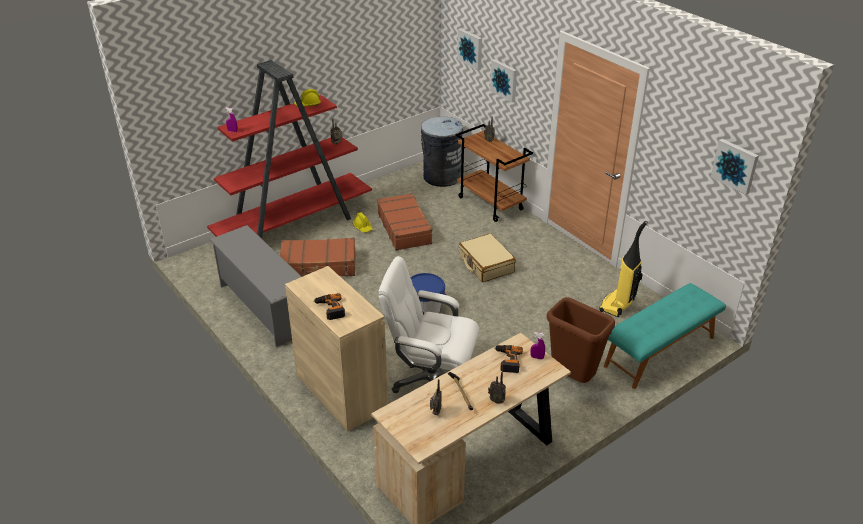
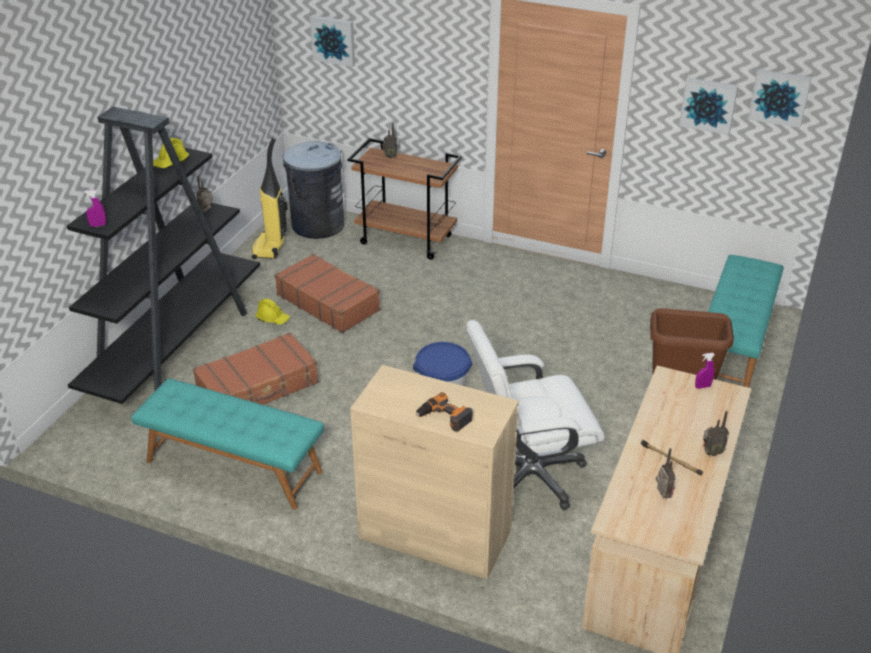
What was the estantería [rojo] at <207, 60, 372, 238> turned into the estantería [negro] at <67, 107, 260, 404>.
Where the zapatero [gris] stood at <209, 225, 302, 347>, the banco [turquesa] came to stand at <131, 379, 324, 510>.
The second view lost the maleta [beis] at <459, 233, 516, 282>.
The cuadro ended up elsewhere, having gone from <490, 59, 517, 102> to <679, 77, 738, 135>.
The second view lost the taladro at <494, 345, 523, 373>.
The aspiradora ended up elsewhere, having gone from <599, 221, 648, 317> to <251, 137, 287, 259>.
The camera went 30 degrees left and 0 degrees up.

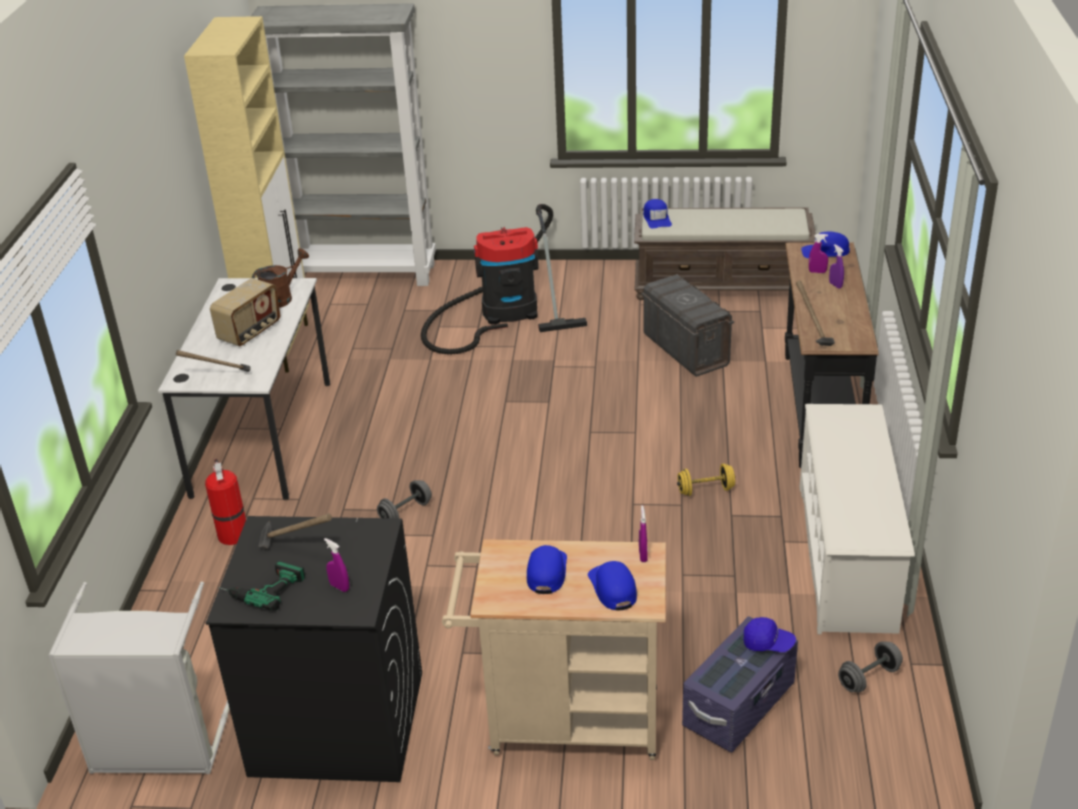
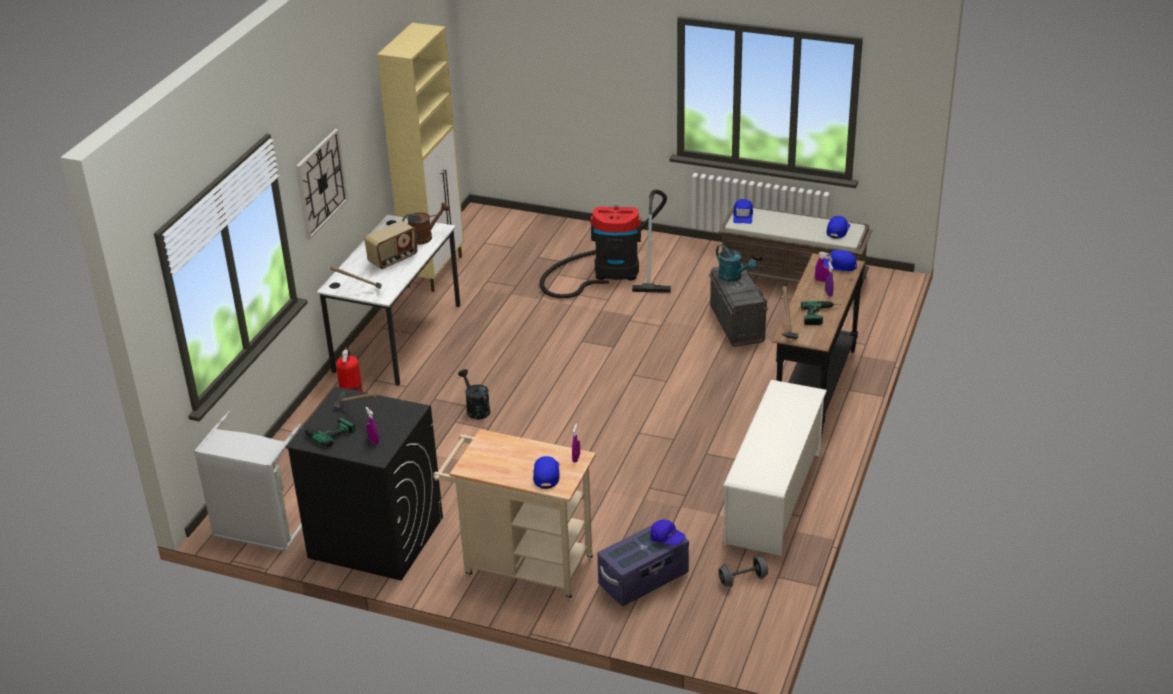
The second view lost the estantería [gris] at <250, 3, 436, 286>.
Where the mancuerna [gris] stood at <377, 480, 432, 518>, the regadera [negro] came to stand at <458, 369, 490, 420>.
The gorra [azul] ended up elsewhere, having gone from <527, 545, 567, 594> to <827, 216, 850, 239>.
The second view lost the mancuerna [amarillo] at <677, 463, 735, 496>.
The second view gained the reloj de pared at <296, 129, 348, 240>.
The second view gained the regadera [turquesa] at <716, 245, 757, 282>.
The second view gained the taladro at <801, 301, 842, 325>.
The camera went 15 degrees right and 0 degrees up.

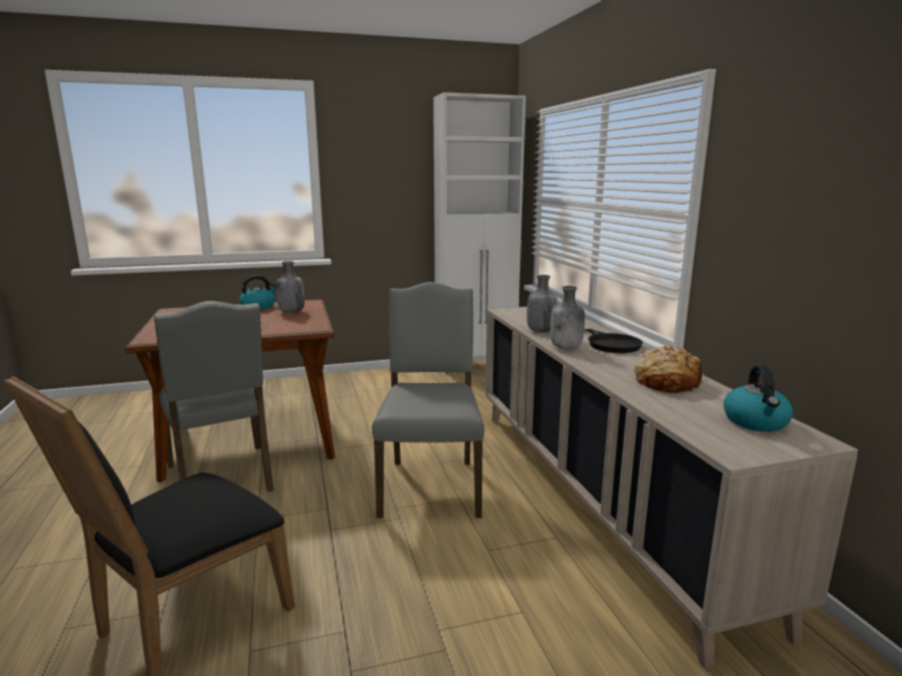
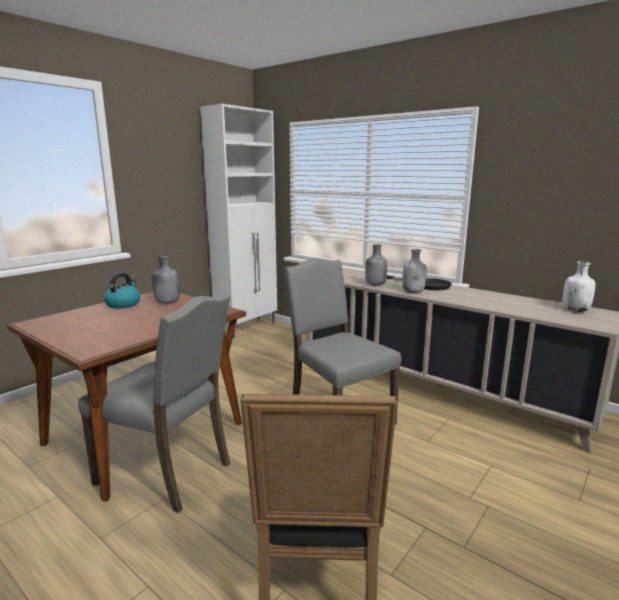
The second view lost the pan at <634, 345, 704, 393>.
Where the hervidor stood at <723, 365, 793, 432>, the botella [blanco] came to stand at <563, 261, 596, 312>.
The camera went 35 degrees left and 0 degrees up.

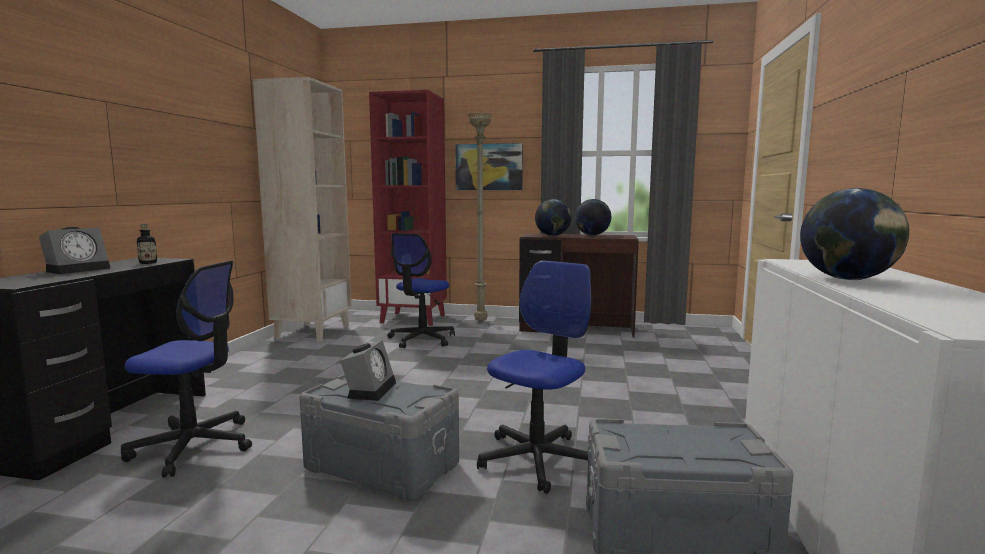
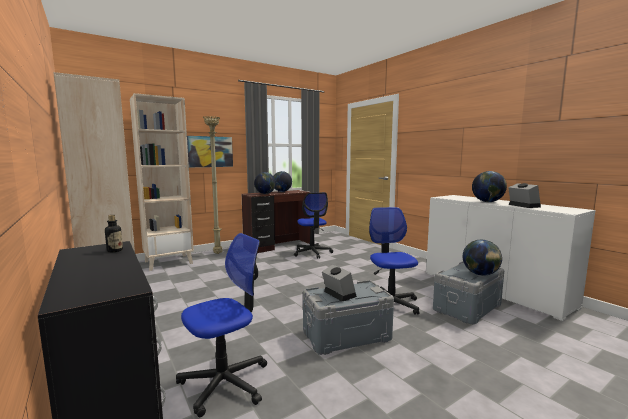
The despertador ended up elsewhere, having gone from <39, 227, 111, 274> to <508, 183, 541, 208>.
What was the estantería [rojo] at <369, 90, 447, 326> turned into the estantería [beis] at <130, 93, 194, 271>.
The silla de oficina ended up elsewhere, having gone from <387, 233, 455, 348> to <294, 192, 333, 259>.
The second view gained the globo terráqueo at <463, 240, 502, 276>.
The camera went 45 degrees left and 0 degrees up.

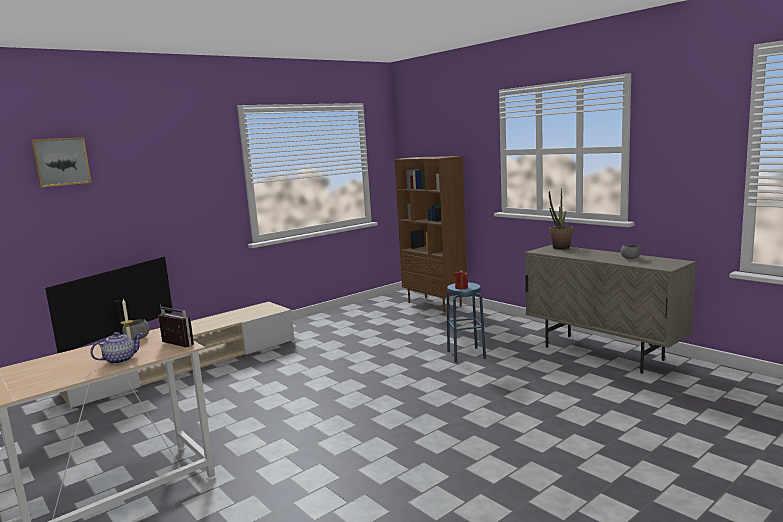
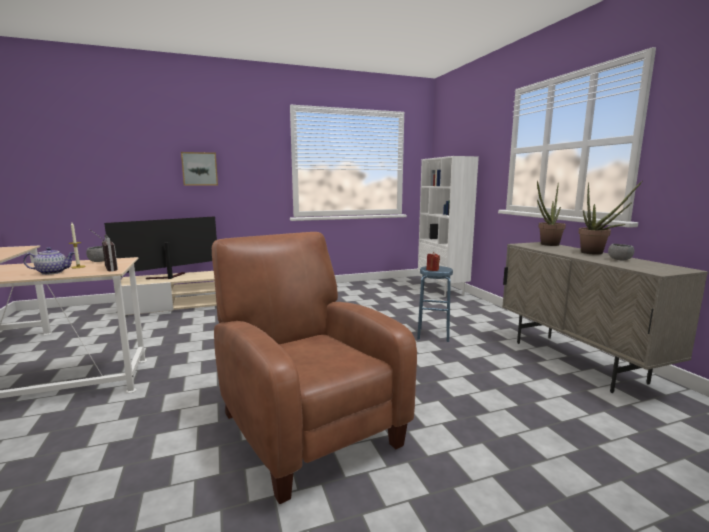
The cuadro ended up elsewhere, having gone from <31, 137, 92, 187> to <181, 152, 218, 186>.
What was the estantería [marrón] at <395, 156, 467, 312> turned into the estantería [blanco] at <418, 156, 479, 297>.
The second view gained the sillón [marrón] at <212, 232, 417, 504>.
The second view gained the planta en maceta at <579, 180, 643, 255>.
The camera went 20 degrees right and 0 degrees up.

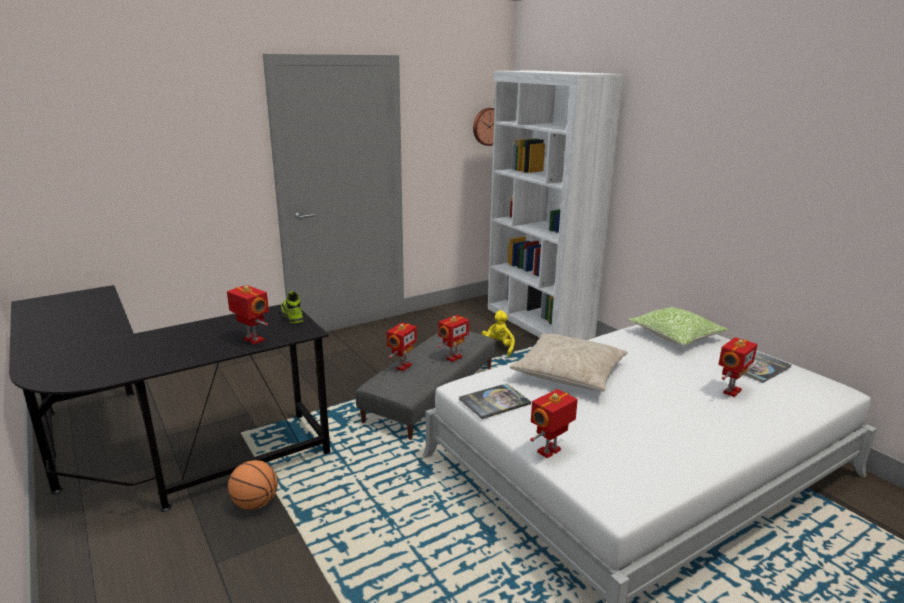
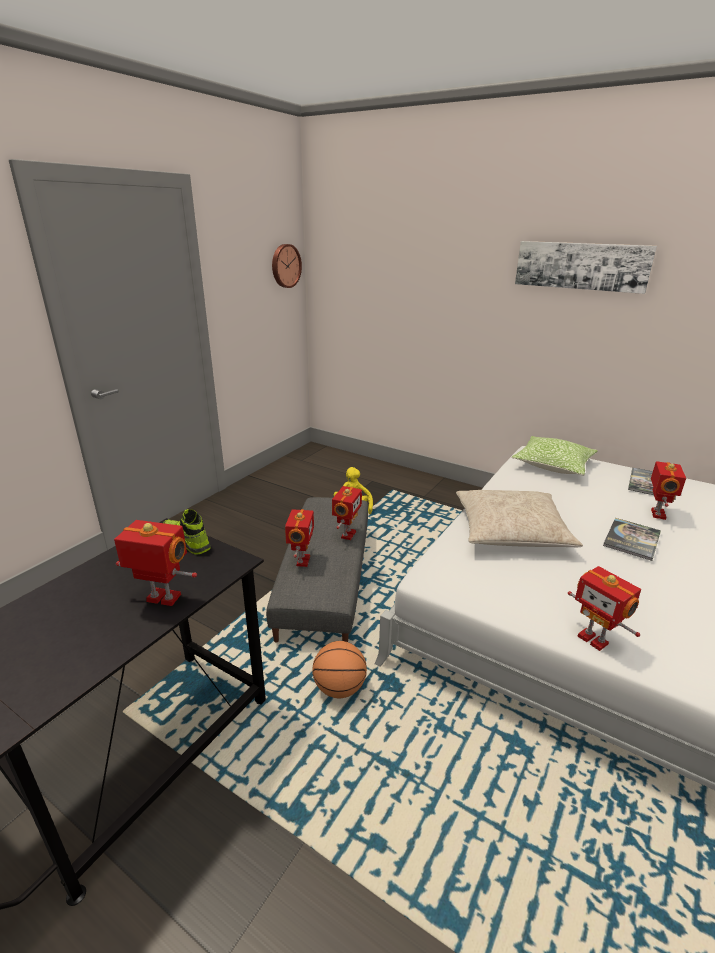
The balón de baloncesto ended up elsewhere, having gone from <228, 460, 278, 510> to <312, 641, 367, 698>.
The libro ended up elsewhere, having gone from <459, 383, 531, 419> to <603, 518, 661, 561>.
The second view lost the estantería [blanco] at <488, 71, 624, 340>.
The robot de juguete at <530, 389, 578, 458> ended up facing another way, 60 degrees counterclockwise from before.
The second view gained the cuadro at <515, 241, 657, 294>.
The camera went 25 degrees left and 5 degrees up.

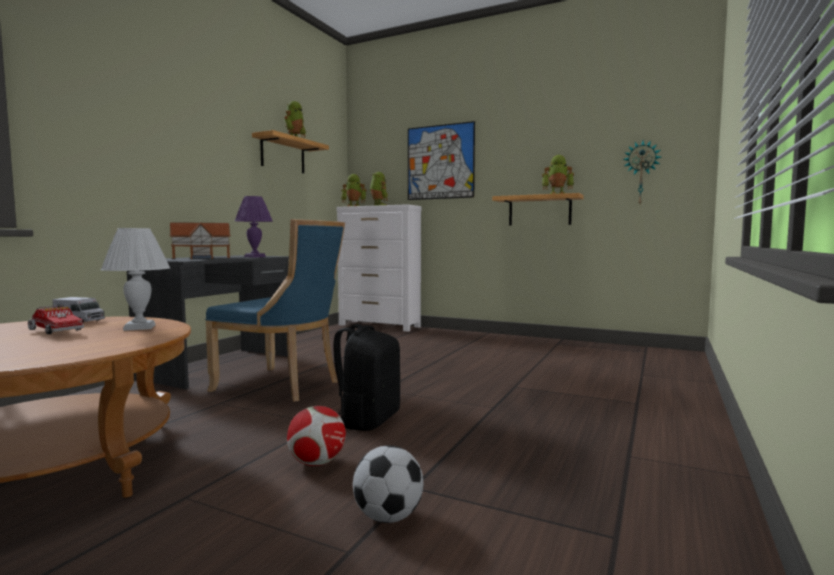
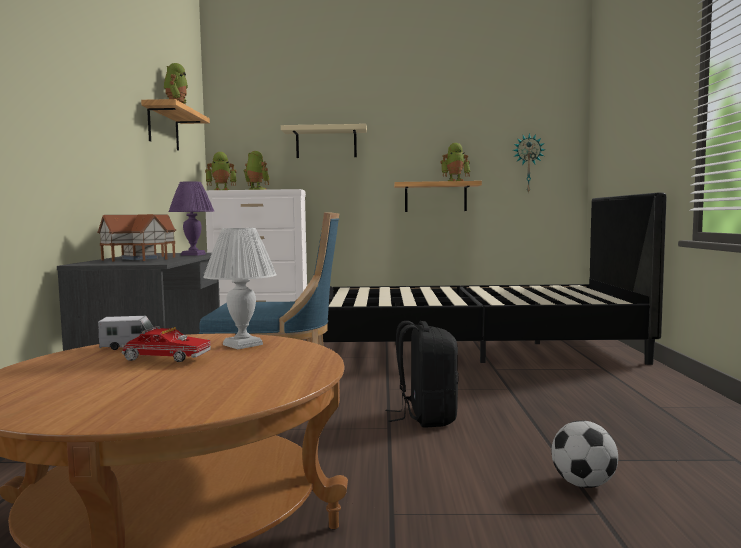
The second view lost the balón de fútbol at <287, 406, 346, 466>.
Where the cuadro hung at <408, 121, 475, 200>, the estante [beis] came to hang at <281, 124, 367, 158>.
The second view gained the cama [negro] at <323, 192, 667, 365>.
The camera went 25 degrees left and 0 degrees up.

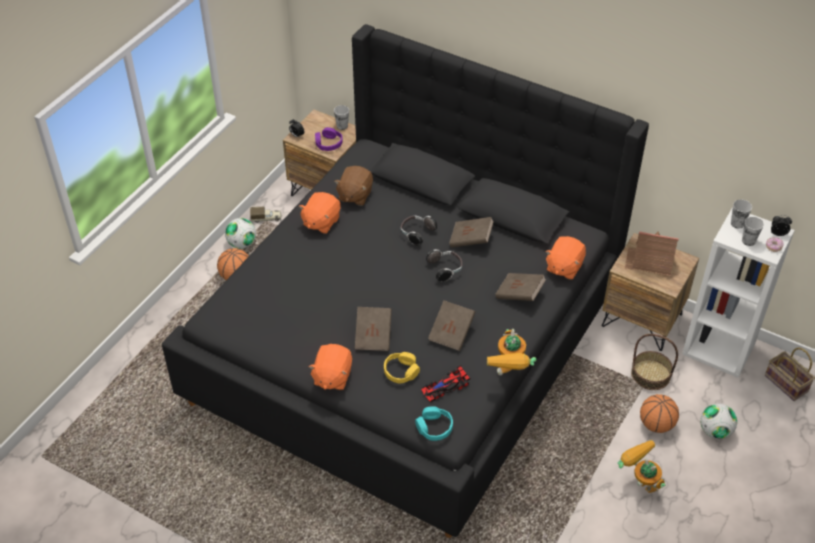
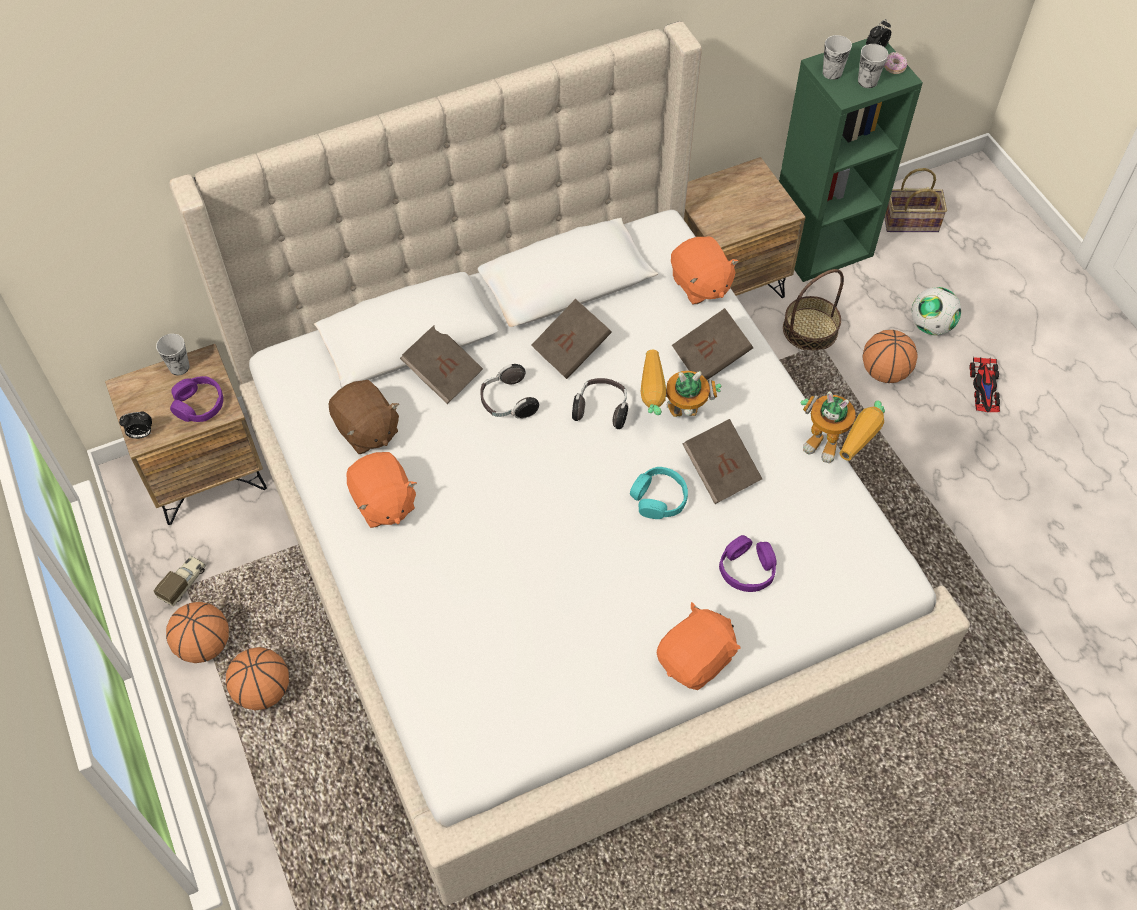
What was the cama [negro] at <162, 24, 649, 538> turned into the cama [beis] at <169, 21, 970, 906>.
Where the balón de fútbol stood at <225, 218, 256, 249>, the balón de baloncesto came to stand at <166, 602, 229, 663>.
The peluche [naranja] at <308, 344, 352, 390> ended up facing another way, 90 degrees counterclockwise from before.
The libro [marrón] ended up elsewhere, having gone from <355, 307, 392, 351> to <400, 325, 483, 404>.
What was the auriculares [amarillo] at <384, 352, 420, 384> turned into the auriculares [morado] at <719, 535, 777, 592>.
The auriculares [turquesa] ended up elsewhere, having gone from <415, 406, 453, 441> to <630, 467, 688, 519>.
The coche de juguete ended up elsewhere, having gone from <421, 366, 470, 402> to <970, 357, 1000, 412>.
The robot de juguete ended up elsewhere, having gone from <617, 440, 666, 493> to <641, 349, 721, 417>.
The second view lost the casita at <625, 231, 679, 276>.
What was the estantería [blanco] at <682, 207, 795, 378> turned into the estantería [verde] at <779, 39, 923, 282>.
The camera went 55 degrees left and 10 degrees up.

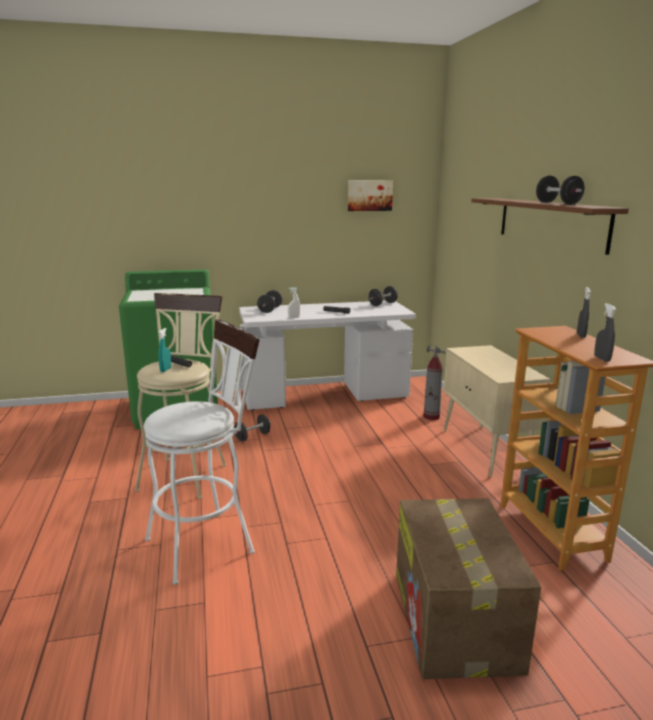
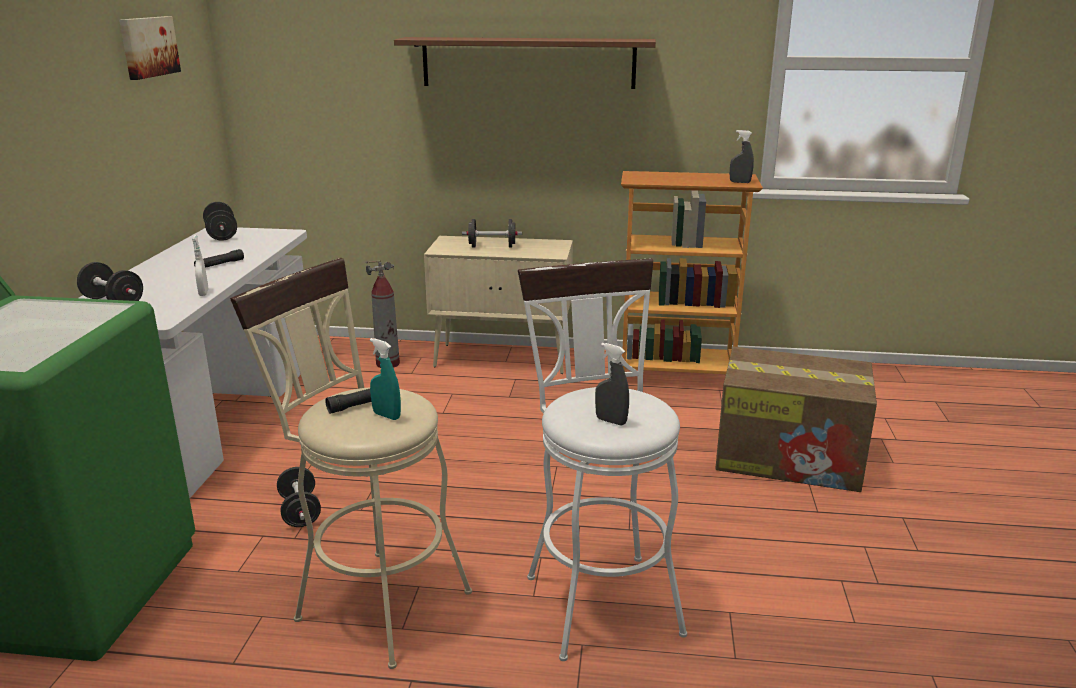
The mancuerna [negro] ended up elsewhere, having gone from <536, 176, 585, 204> to <462, 219, 522, 248>.
The pulverizador [gris] ended up elsewhere, having gone from <577, 287, 591, 338> to <595, 343, 629, 426>.
The camera went 70 degrees left and 5 degrees up.

